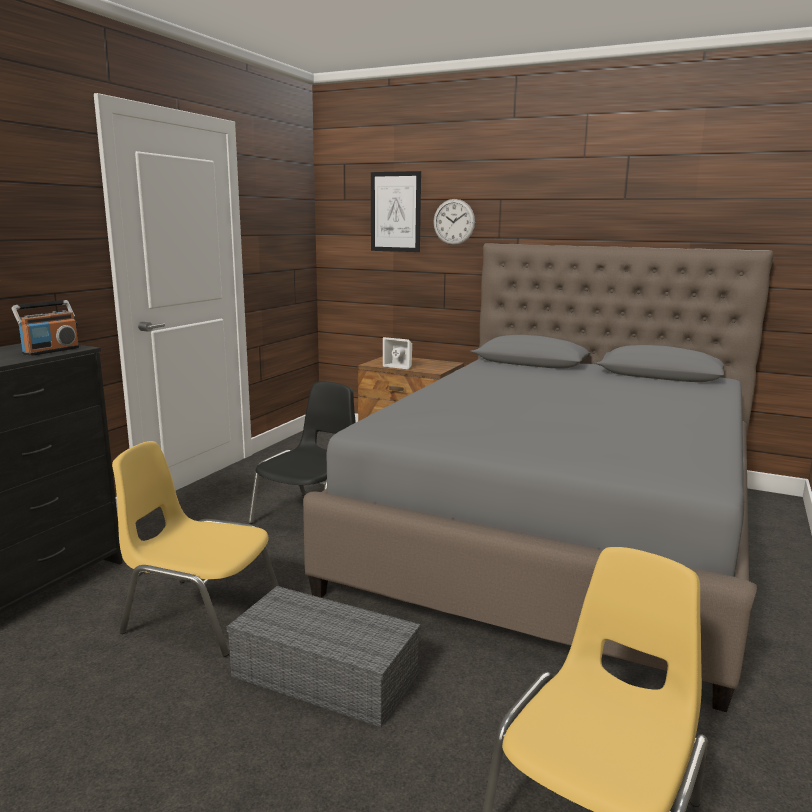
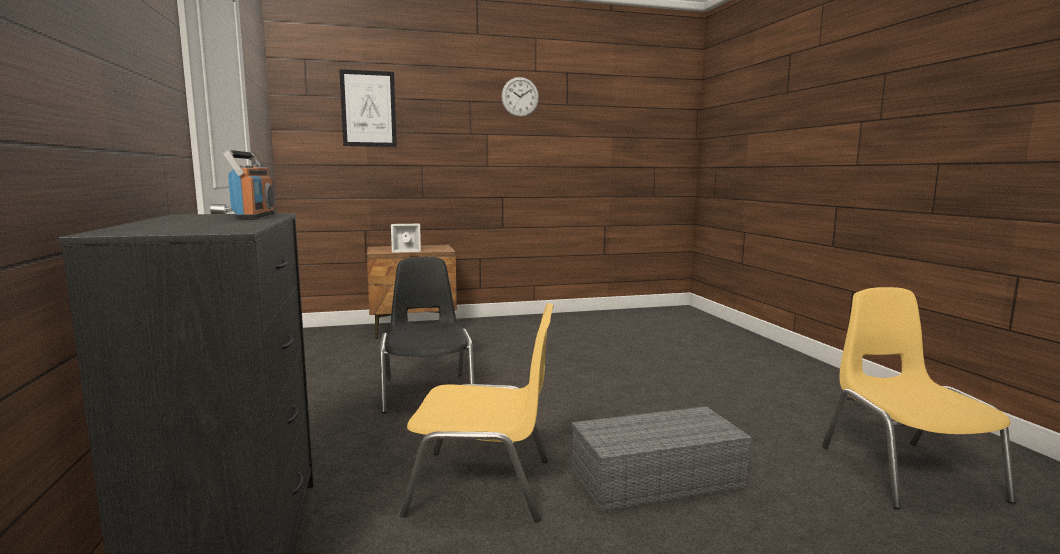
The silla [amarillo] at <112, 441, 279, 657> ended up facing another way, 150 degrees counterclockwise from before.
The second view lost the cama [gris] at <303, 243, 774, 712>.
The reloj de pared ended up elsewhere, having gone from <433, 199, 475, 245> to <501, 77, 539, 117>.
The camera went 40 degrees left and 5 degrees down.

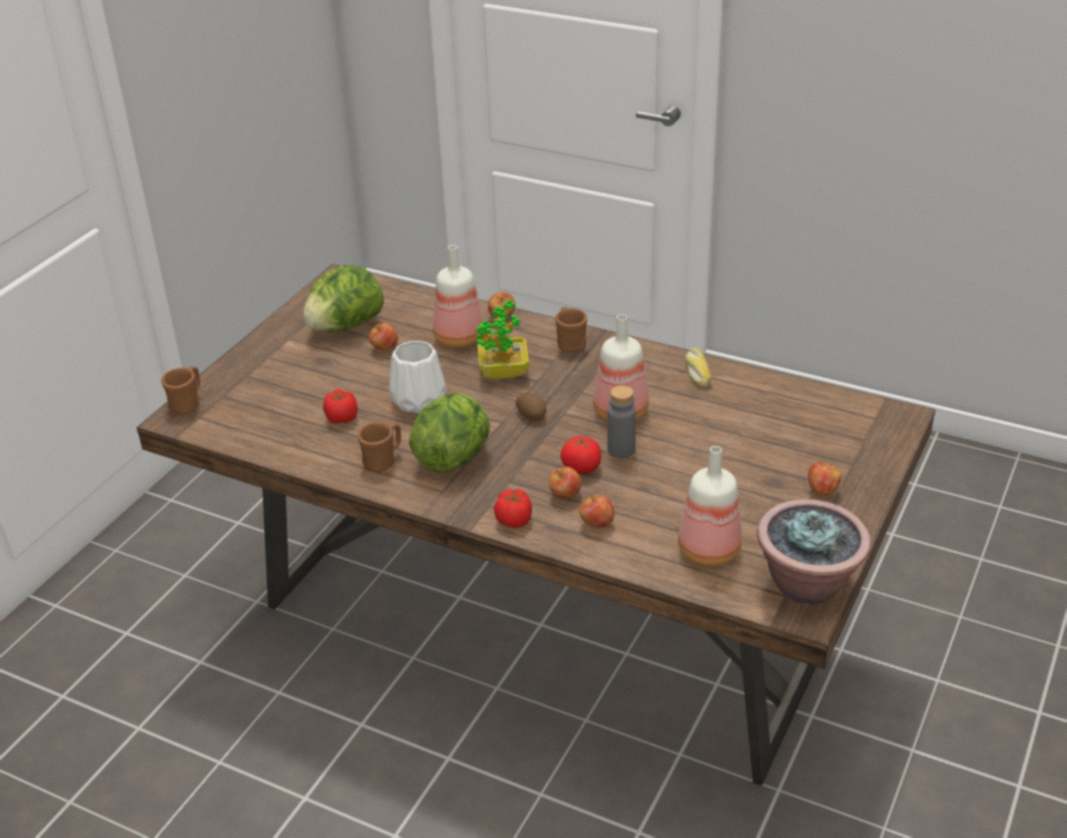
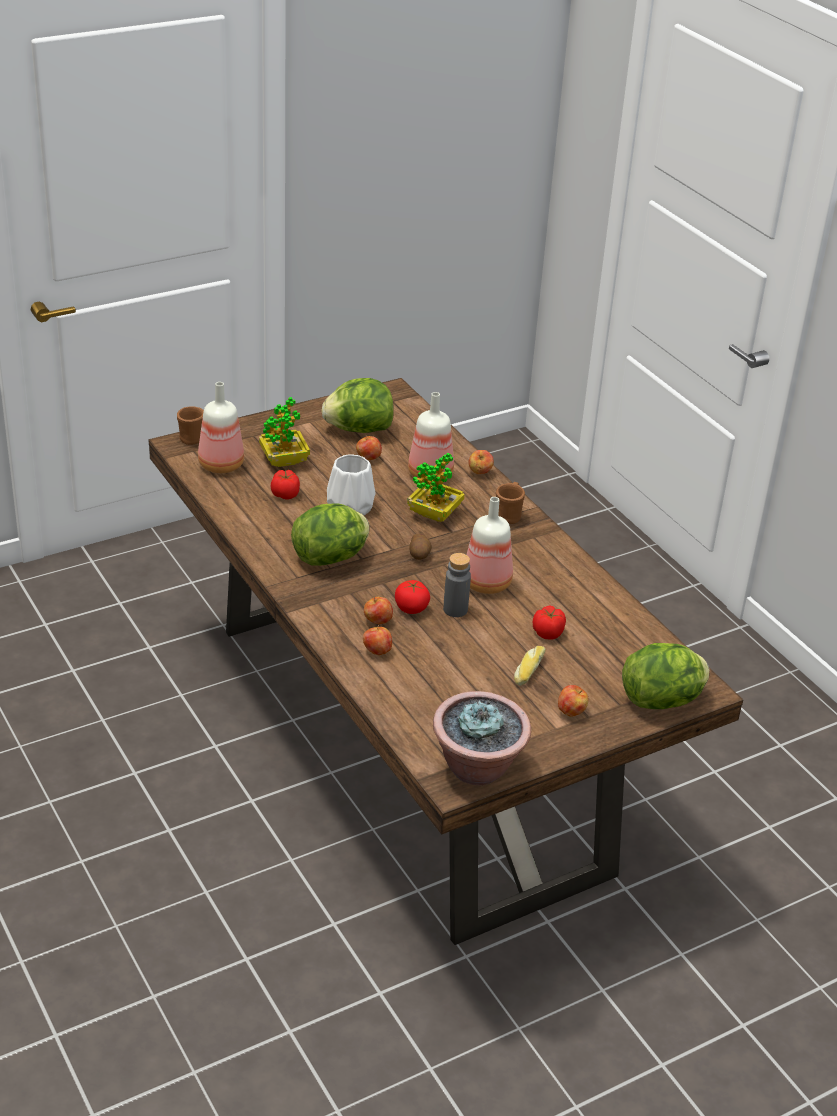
The second view lost the taza grande [marrón] at <357, 422, 401, 472>.
The tomate ended up elsewhere, having gone from <494, 489, 532, 528> to <533, 605, 566, 640>.
The botella ended up elsewhere, having gone from <678, 446, 742, 567> to <198, 382, 244, 473>.
The pan ended up elsewhere, having gone from <685, 348, 712, 387> to <514, 646, 546, 686>.
The second view gained the planta en maceta at <259, 397, 310, 467>.
The second view gained the lechuga at <622, 643, 709, 709>.
The camera went 30 degrees right and 0 degrees up.

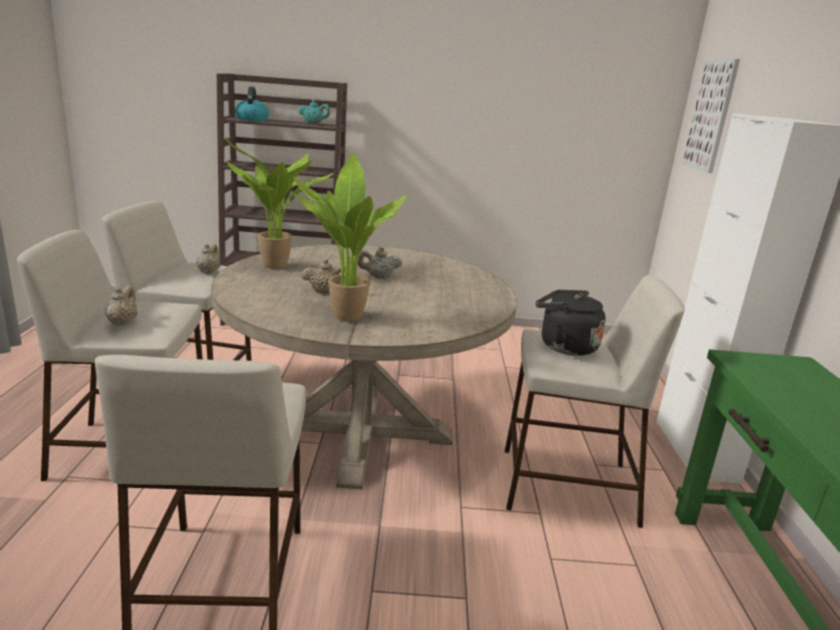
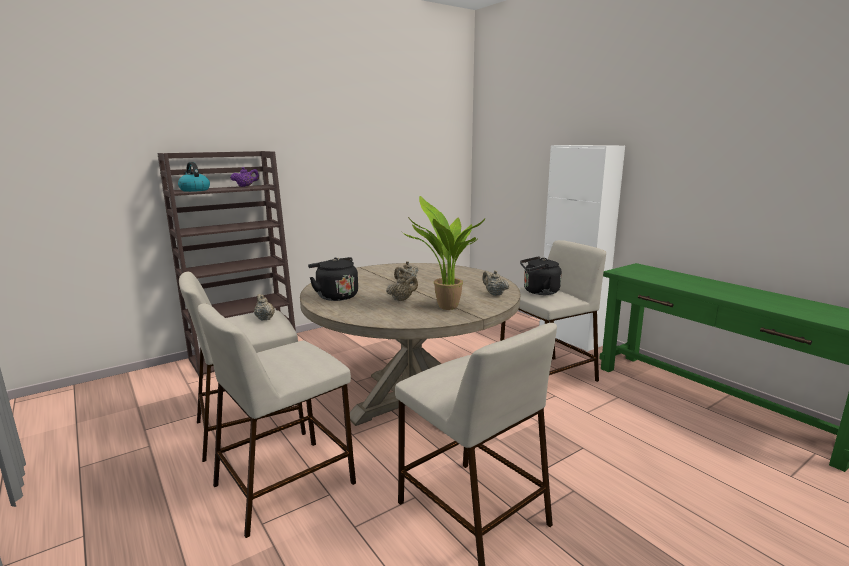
The tetera [beis] ended up elsewhere, having gone from <105, 285, 138, 326> to <482, 270, 510, 296>.
Where the planta en maceta stood at <225, 137, 333, 269>, the hervidor [negro] came to stand at <308, 257, 358, 301>.
What was the tetera [turquesa] at <298, 99, 330, 124> turned into the tetera [morado] at <230, 167, 259, 187>.
The second view lost the cuadro at <682, 59, 740, 173>.
The camera went 35 degrees left and 5 degrees down.

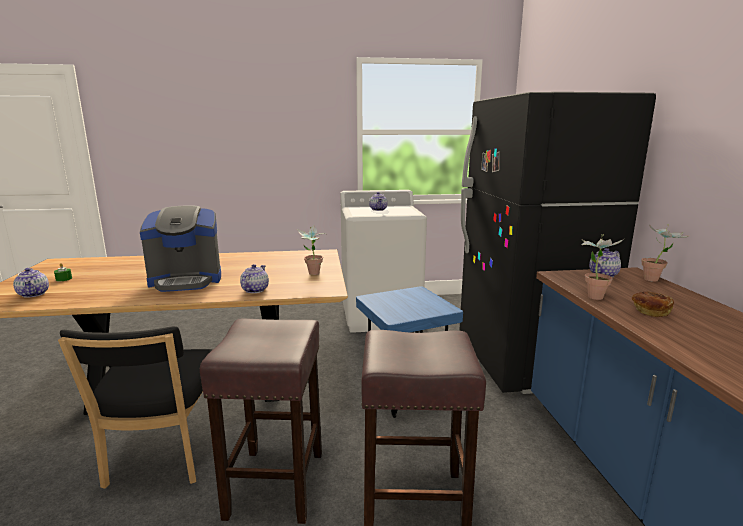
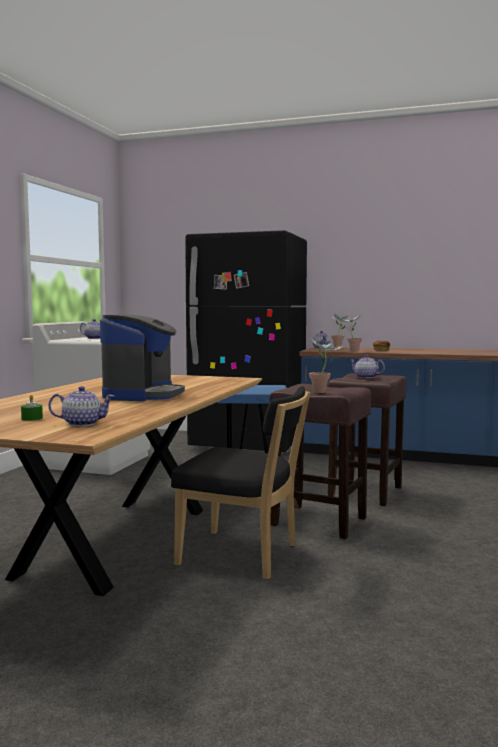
The tetera ended up elsewhere, having gone from <240, 264, 269, 293> to <350, 355, 385, 378>.
The planta en maceta ended up elsewhere, having gone from <297, 225, 328, 275> to <309, 337, 344, 393>.
The camera went 65 degrees left and 10 degrees down.

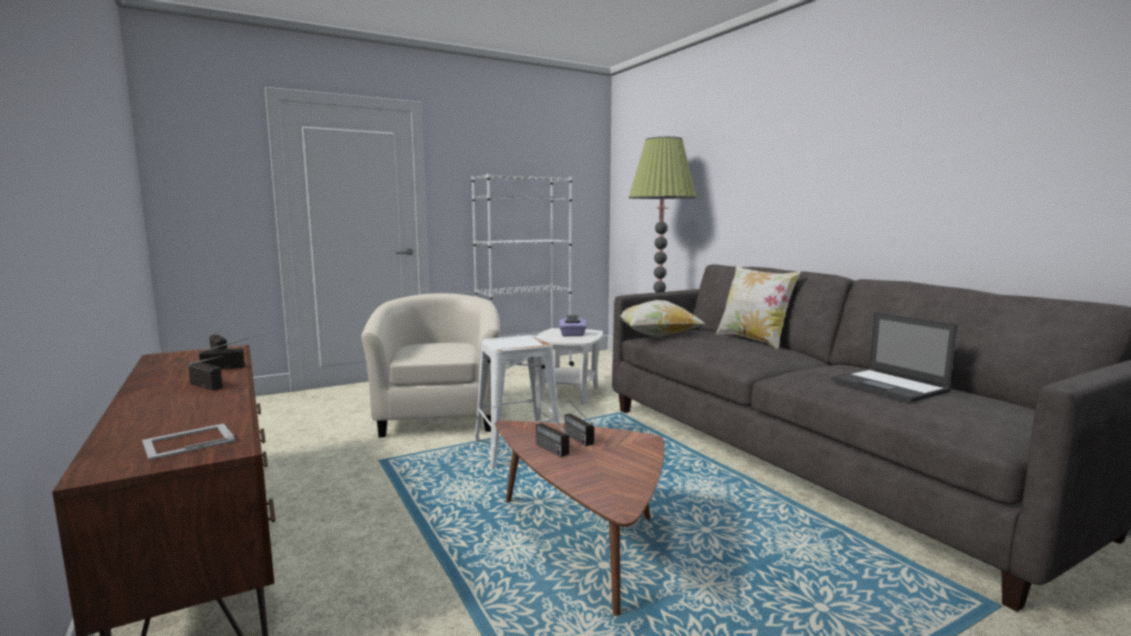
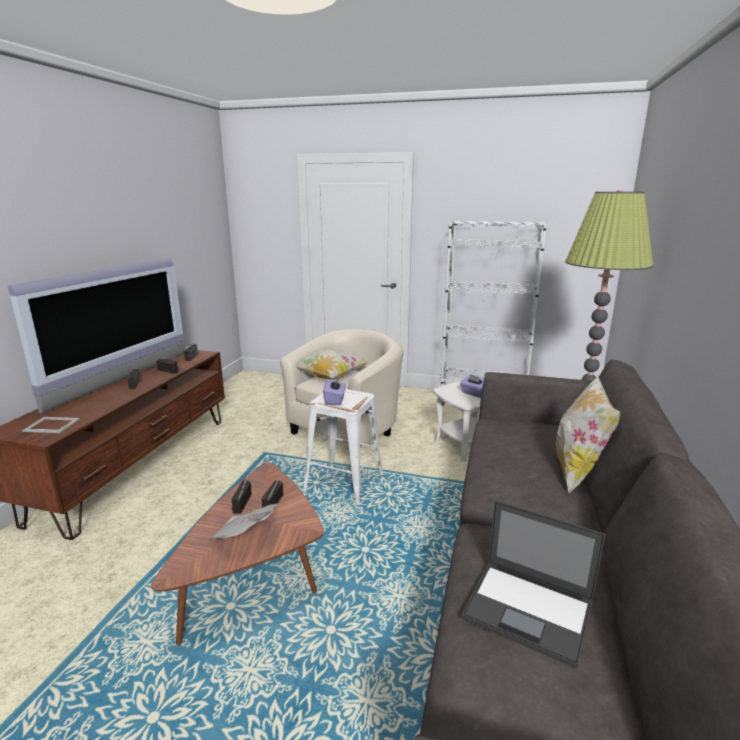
The cojín ended up elsewhere, having gone from <620, 300, 705, 337> to <296, 349, 368, 379>.
The portátil at <832, 312, 957, 402> ended up facing another way, 75 degrees counterclockwise from before.
The second view gained the televisor at <8, 258, 185, 414>.
The second view gained the periódico at <209, 503, 279, 540>.
The second view gained the caja de pañuelos [morado] at <323, 377, 346, 405>.
The camera went 45 degrees right and 10 degrees up.

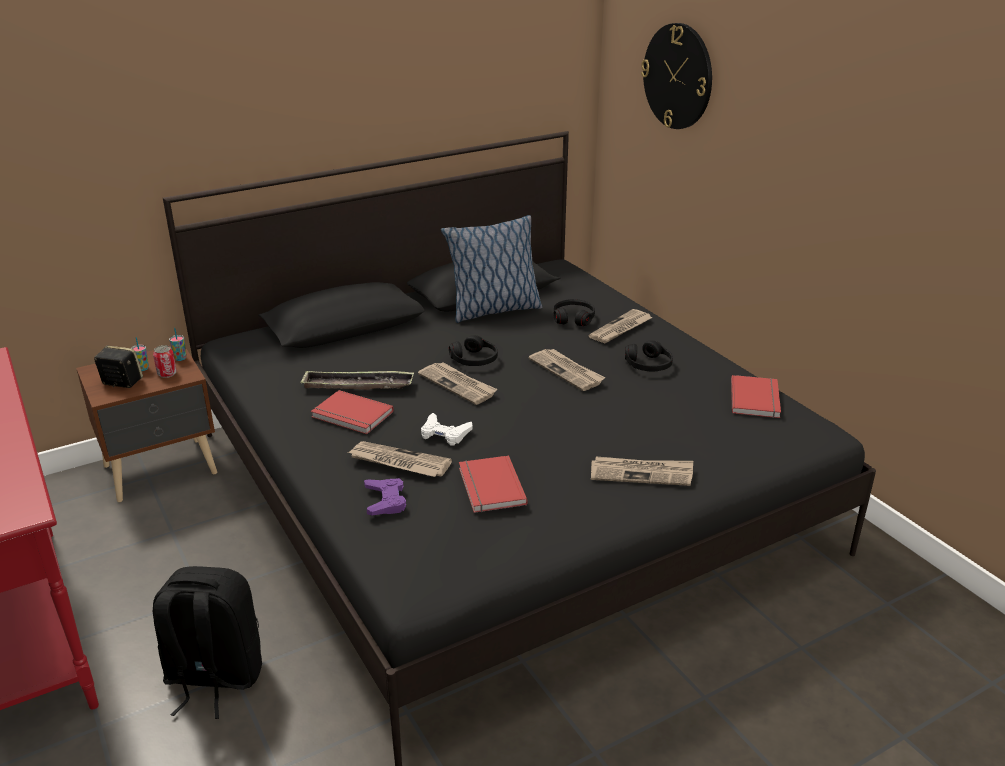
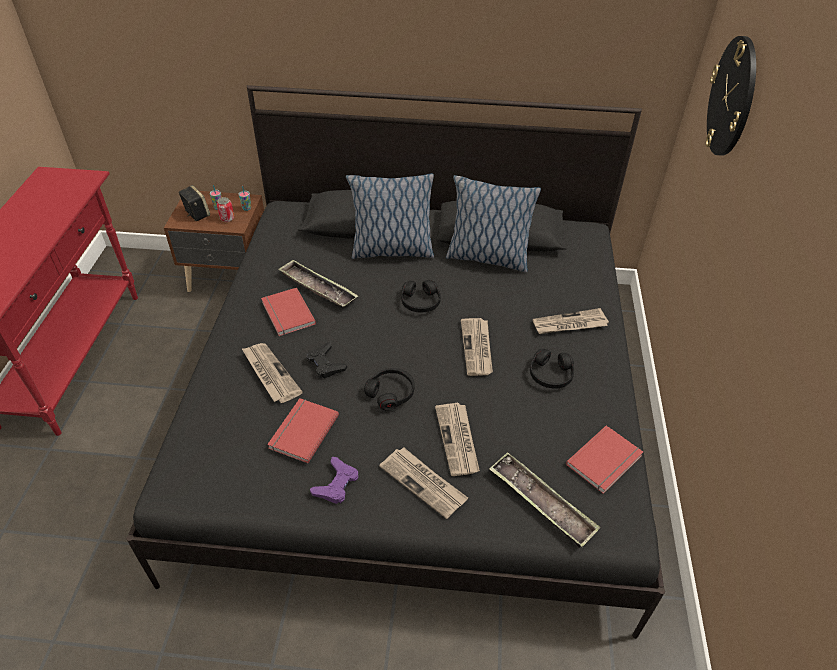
The second view lost the mochila [negro] at <153, 566, 262, 719>.
The mando de consola [morado] ended up elsewhere, having gone from <364, 478, 406, 516> to <310, 457, 358, 504>.
The periódico ended up elsewhere, having gone from <418, 362, 497, 405> to <435, 403, 480, 476>.
What was the mando de consola [blanco] at <421, 413, 473, 445> turned into the mando de consola [negro] at <307, 342, 347, 379>.
The auriculares [negro] ended up elsewhere, having gone from <553, 299, 595, 326> to <364, 368, 414, 411>.
The second view gained the cojín at <346, 173, 434, 259>.
The second view gained the bandeja at <489, 452, 600, 547>.
The camera went 35 degrees right and 15 degrees up.

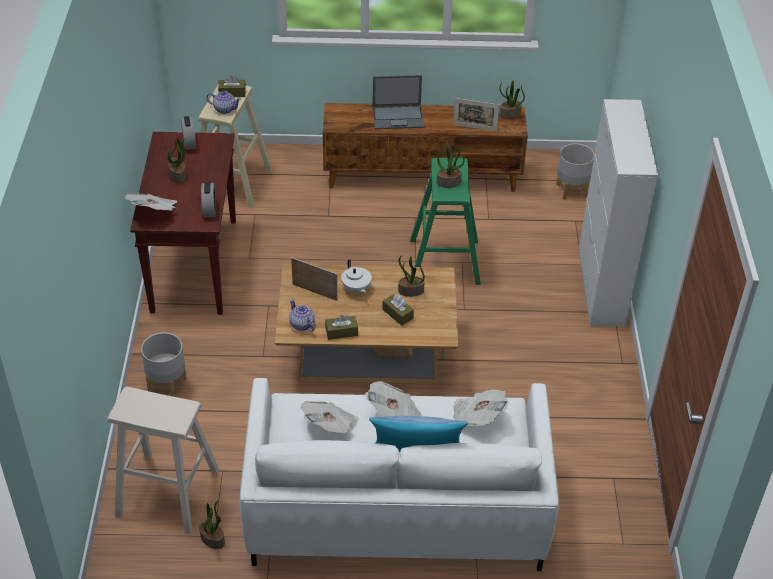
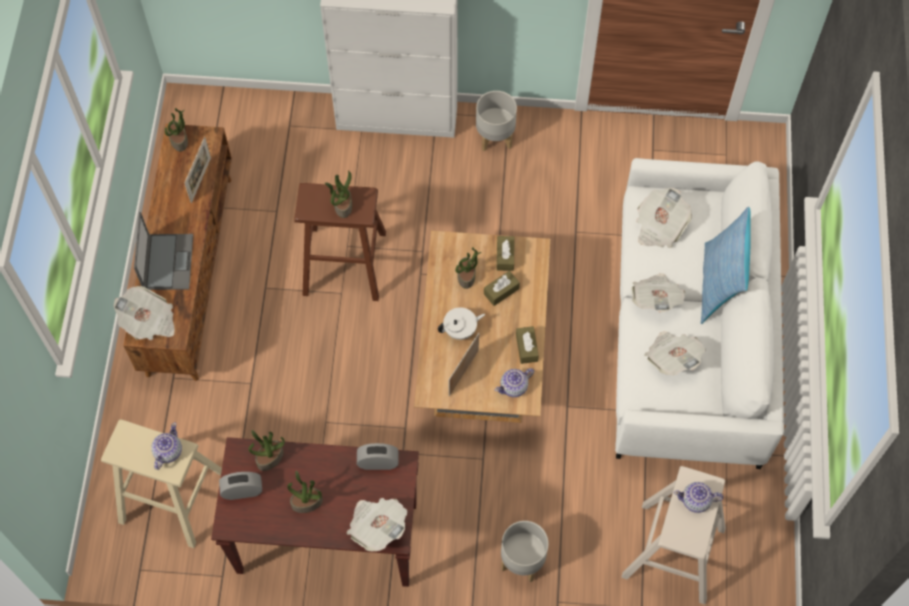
The planta en maceta ended up elsewhere, having gone from <199, 500, 225, 549> to <249, 430, 285, 471>.
The caja de pañuelos [marrón] ended up elsewhere, having gone from <218, 75, 246, 97> to <497, 236, 514, 271>.
What was the taburete [verde] at <410, 158, 481, 285> turned into the taburete [marrón] at <294, 183, 386, 301>.
The maceta [gris] ended up elsewhere, having gone from <556, 143, 595, 200> to <476, 91, 517, 151>.
The second view gained the periódico at <114, 286, 175, 340>.
The second view gained the tetera at <674, 482, 723, 513>.
The camera went 85 degrees left and 20 degrees up.

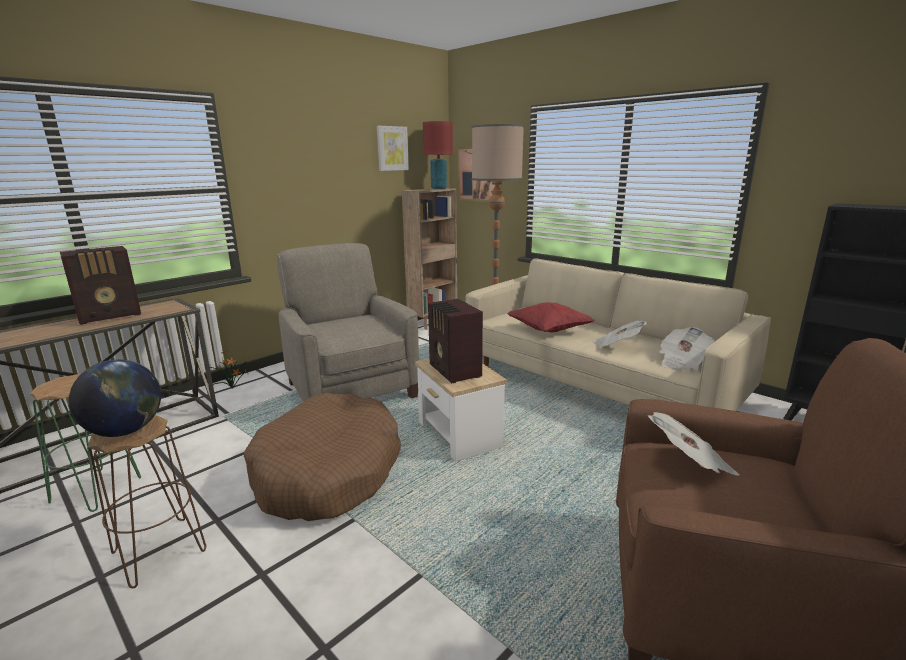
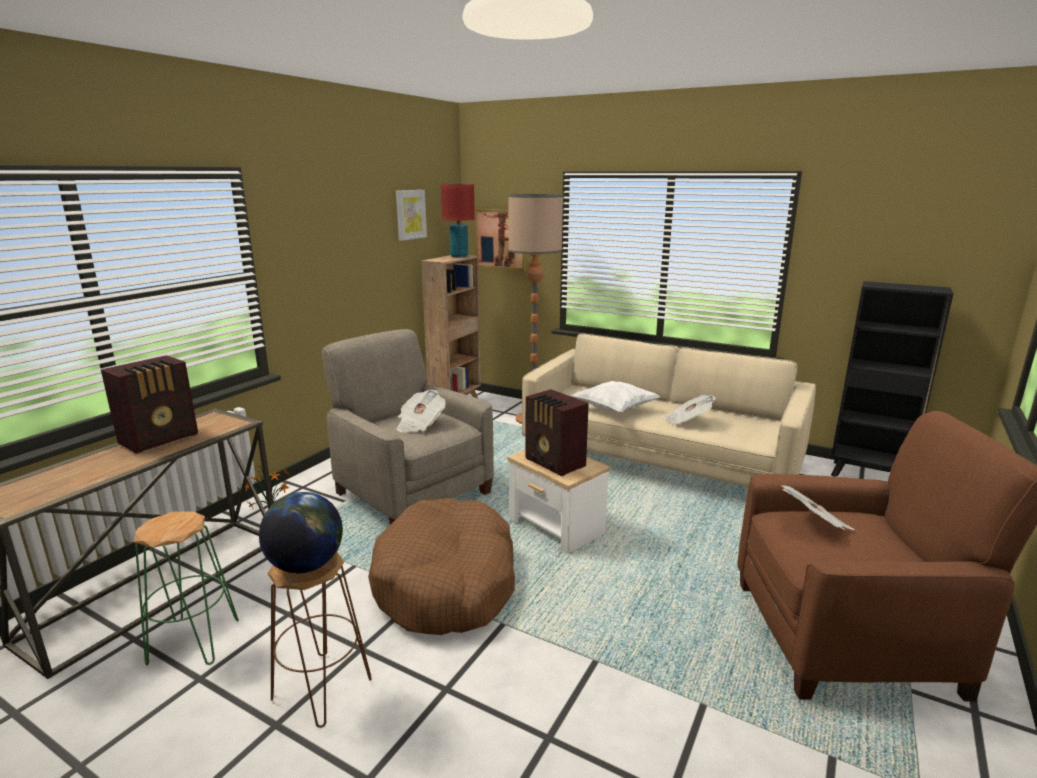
What was the cojín [rojo] at <507, 302, 595, 333> turned into the cojín [blanco] at <571, 381, 660, 413>.
The periódico ended up elsewhere, having gone from <660, 327, 715, 370> to <396, 390, 446, 432>.
The camera went 15 degrees left and 0 degrees up.

